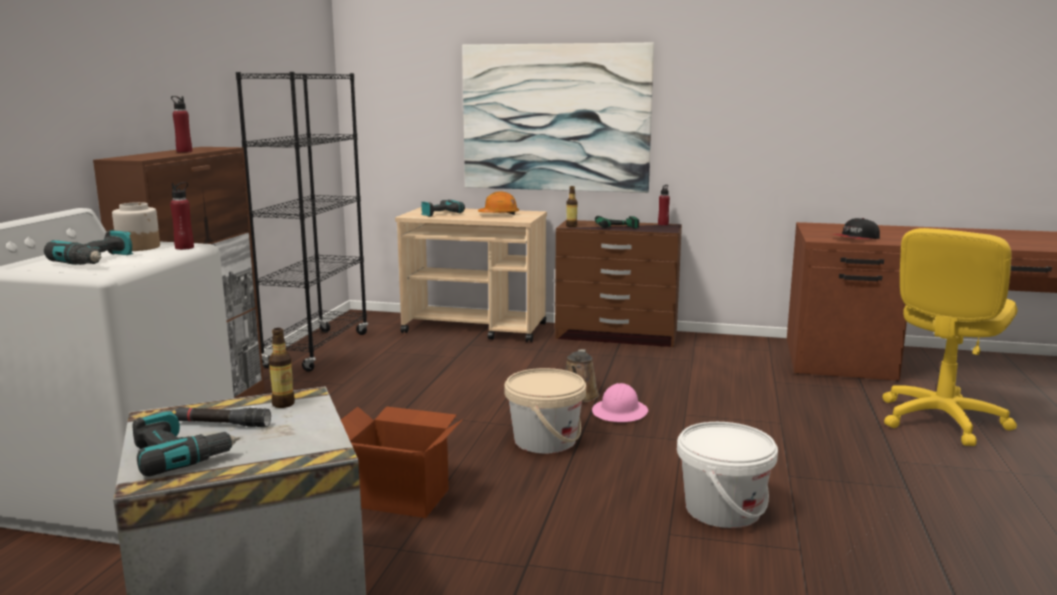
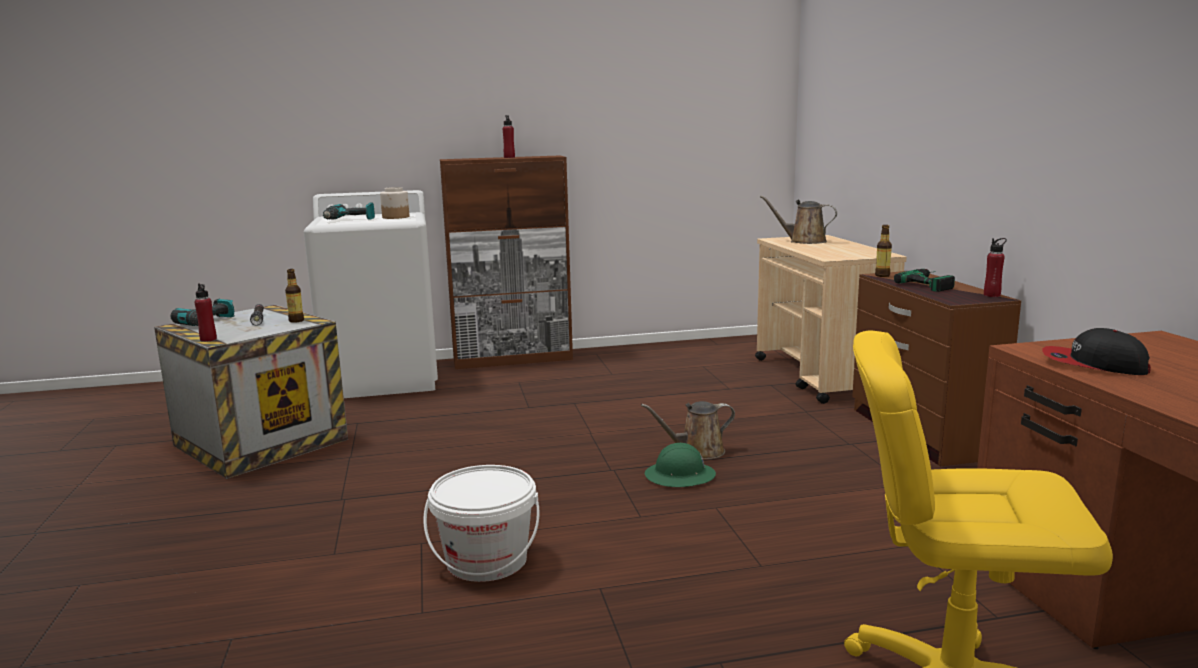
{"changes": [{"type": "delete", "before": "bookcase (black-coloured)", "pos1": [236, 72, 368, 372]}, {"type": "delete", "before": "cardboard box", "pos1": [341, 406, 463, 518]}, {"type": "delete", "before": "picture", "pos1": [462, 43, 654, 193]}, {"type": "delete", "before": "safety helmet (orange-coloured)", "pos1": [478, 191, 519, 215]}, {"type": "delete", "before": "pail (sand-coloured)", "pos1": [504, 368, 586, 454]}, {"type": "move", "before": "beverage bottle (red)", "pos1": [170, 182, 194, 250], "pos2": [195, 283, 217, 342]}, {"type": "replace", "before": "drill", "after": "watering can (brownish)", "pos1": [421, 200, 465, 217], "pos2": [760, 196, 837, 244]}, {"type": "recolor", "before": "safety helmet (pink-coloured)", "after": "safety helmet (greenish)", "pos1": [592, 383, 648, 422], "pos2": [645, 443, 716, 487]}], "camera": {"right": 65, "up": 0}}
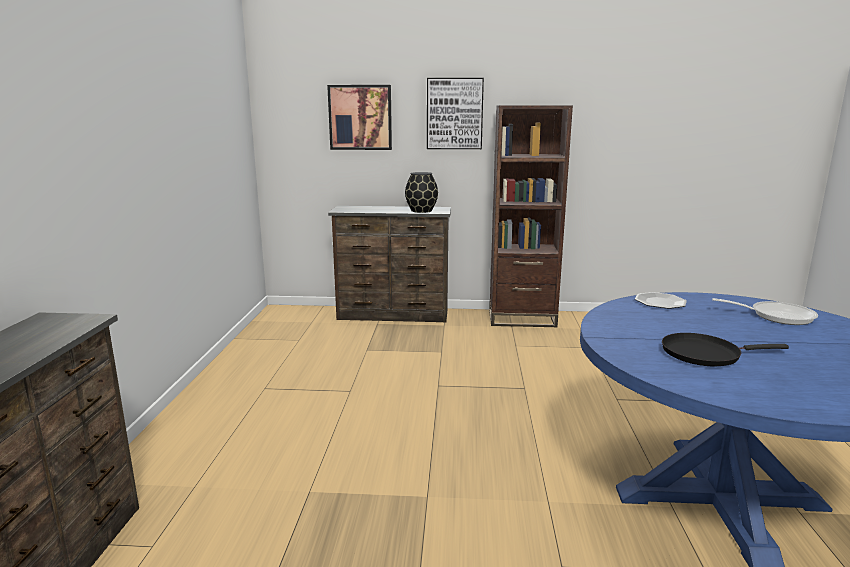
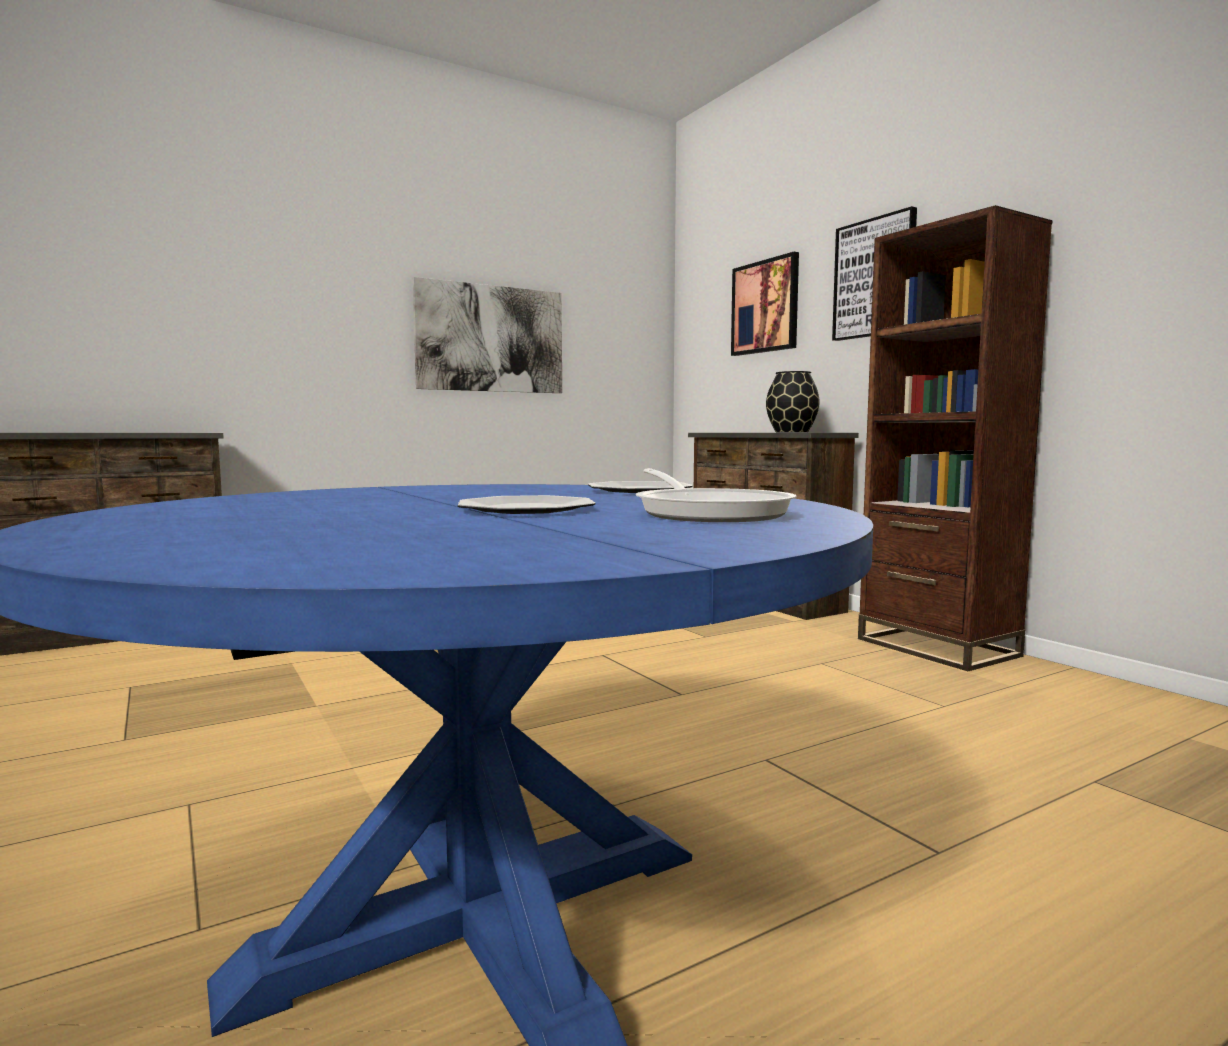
{"changes": [{"type": "delete", "before": "frying pan (black-coloured)", "pos1": [662, 333, 789, 366]}, {"type": "insert", "after": "picture", "pos2": [413, 277, 562, 393]}, {"type": "insert", "after": "plate", "pos2": [458, 495, 595, 514]}], "camera": {"right": 55, "up": -10}}
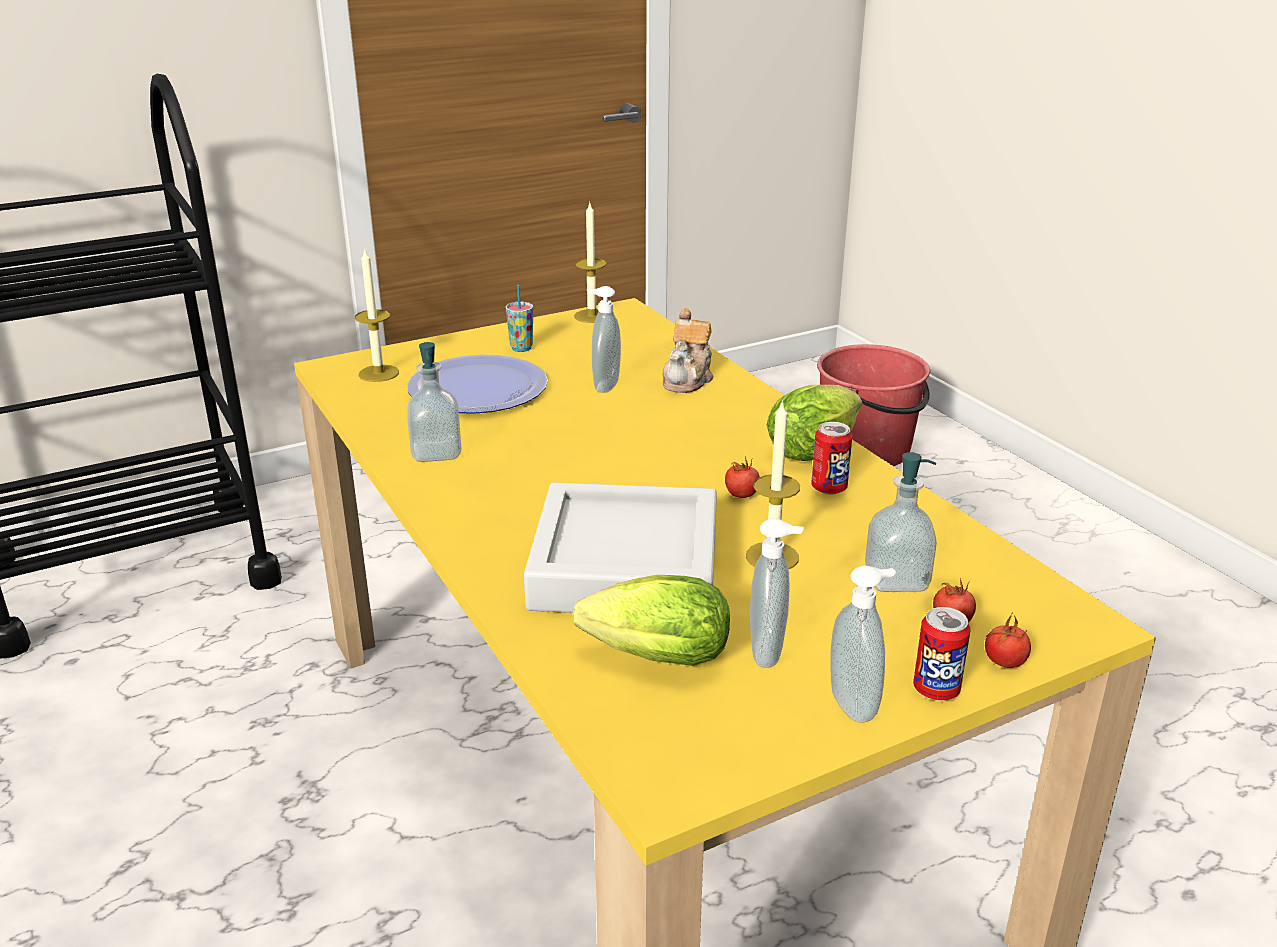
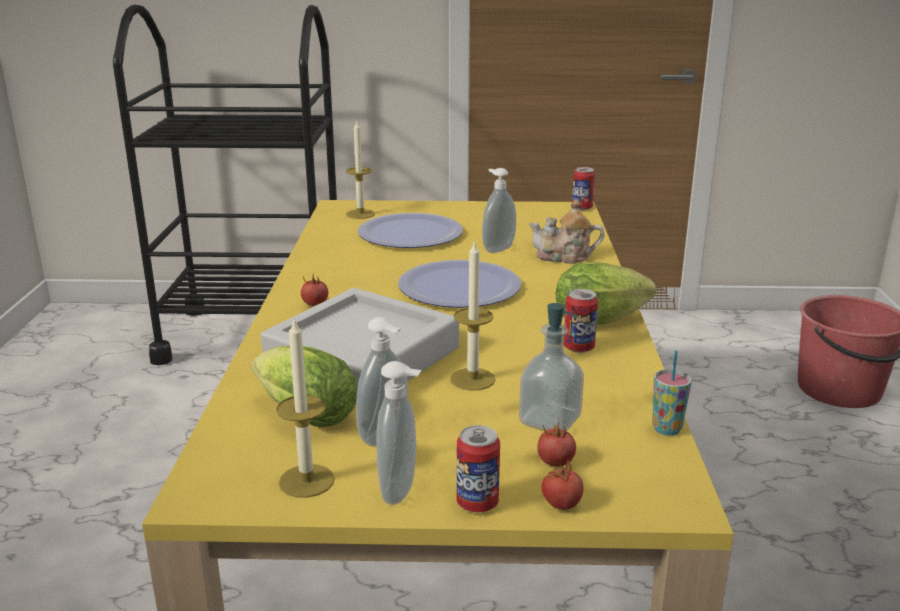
{"changes": [{"type": "delete", "before": "liquid soap bottle", "pos1": [408, 342, 462, 462]}, {"type": "insert", "after": "plate", "pos2": [398, 260, 522, 308]}, {"type": "insert", "after": "sealed can", "pos2": [572, 167, 595, 210]}, {"type": "move", "before": "drinking cup", "pos1": [506, 285, 533, 352], "pos2": [652, 350, 692, 436]}, {"type": "move", "before": "wax light", "pos1": [574, 203, 607, 323], "pos2": [276, 318, 335, 498]}, {"type": "move", "before": "fresh tomato", "pos1": [725, 457, 760, 498], "pos2": [301, 273, 328, 306]}, {"type": "rotate", "before": "tea pot", "pos1": [663, 308, 714, 393], "pos2": [529, 199, 604, 264], "turn": 45}], "camera": {"right": 30, "up": -5}}
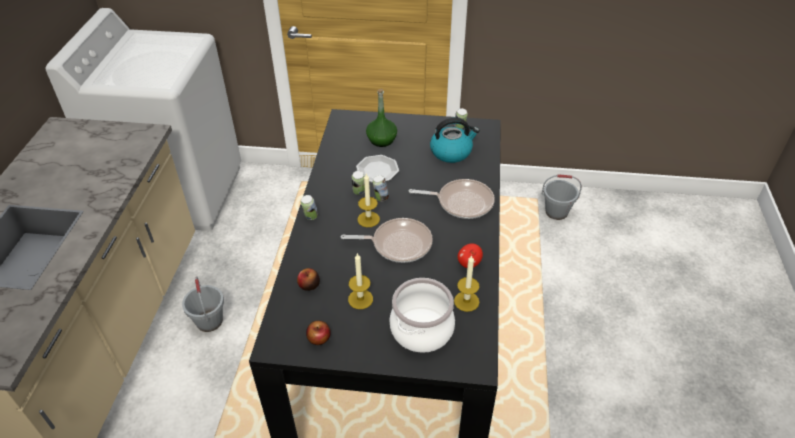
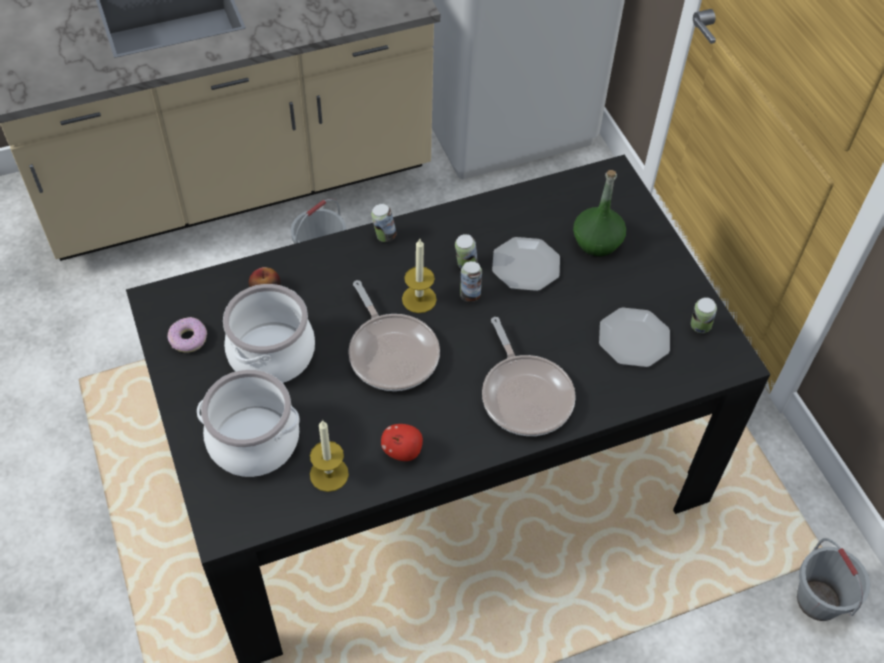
{"changes": [{"type": "replace", "before": "apple", "after": "ring doughnut", "pos1": [306, 321, 331, 345], "pos2": [168, 317, 207, 353]}, {"type": "replace", "before": "wax light", "after": "stockpot", "pos1": [348, 253, 373, 309], "pos2": [223, 284, 315, 383]}, {"type": "replace", "before": "tea kettle", "after": "plate", "pos1": [430, 118, 480, 163], "pos2": [599, 308, 670, 367]}], "camera": {"right": 60, "up": 10}}
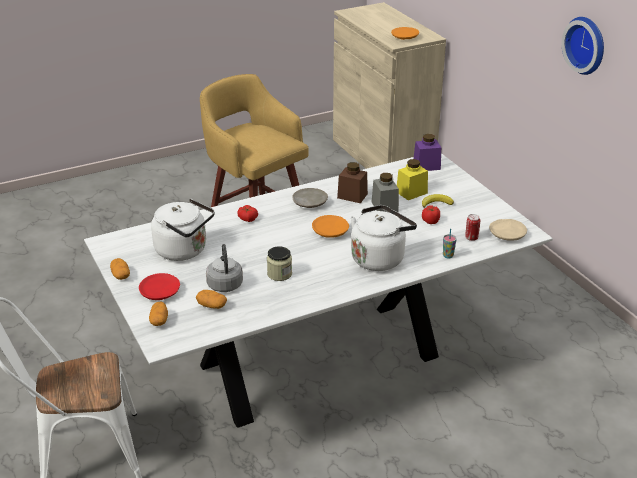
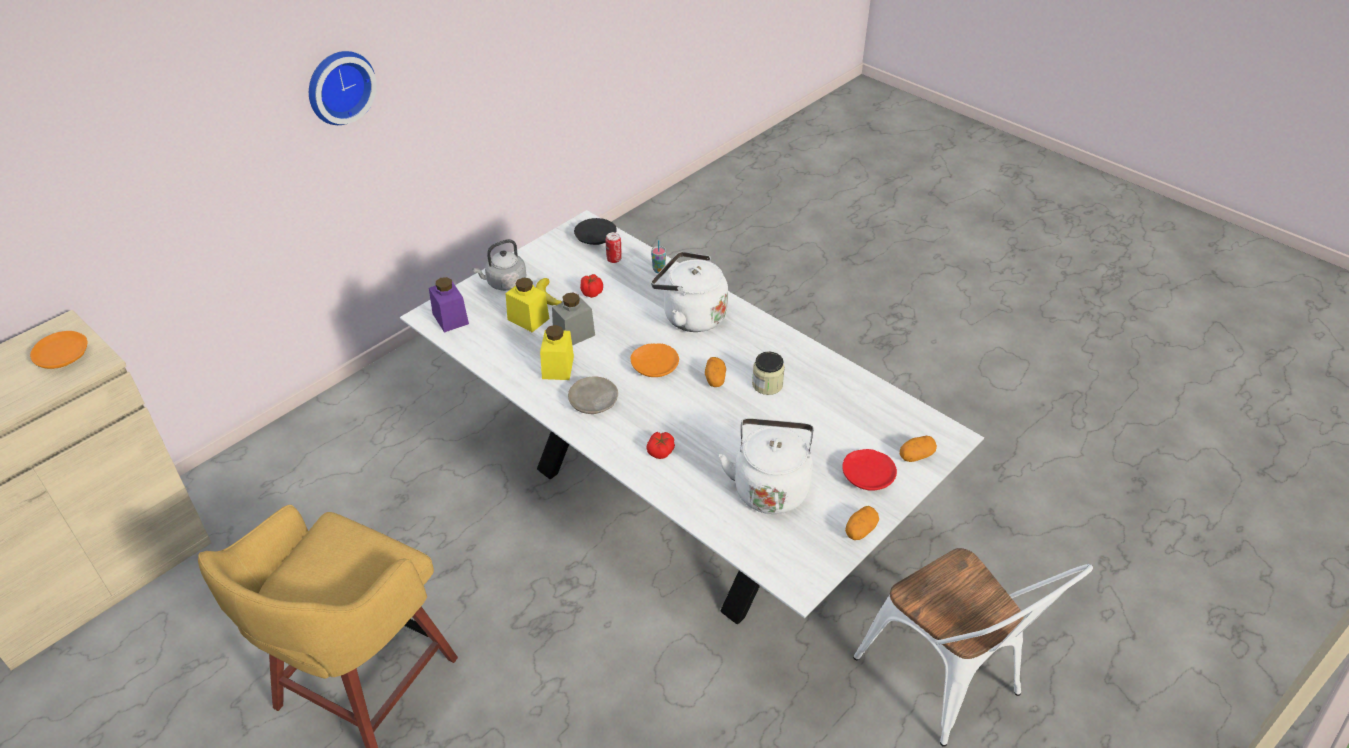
{"changes": [{"type": "move", "before": "whole potato", "pos1": [196, 290, 227, 309], "pos2": [705, 357, 726, 387]}, {"type": "move", "before": "tea kettle (gray)", "pos1": [206, 244, 243, 292], "pos2": [473, 239, 526, 291]}, {"type": "recolor", "before": "storage jar (brownish)", "after": "storage jar (yellow)", "pos1": [337, 162, 368, 203], "pos2": [540, 325, 574, 380]}, {"type": "recolor", "before": "plate (sand-coloured)", "after": "plate (black-coloured)", "pos1": [489, 219, 527, 241], "pos2": [574, 218, 617, 245]}], "camera": {"right": -110, "up": 10}}
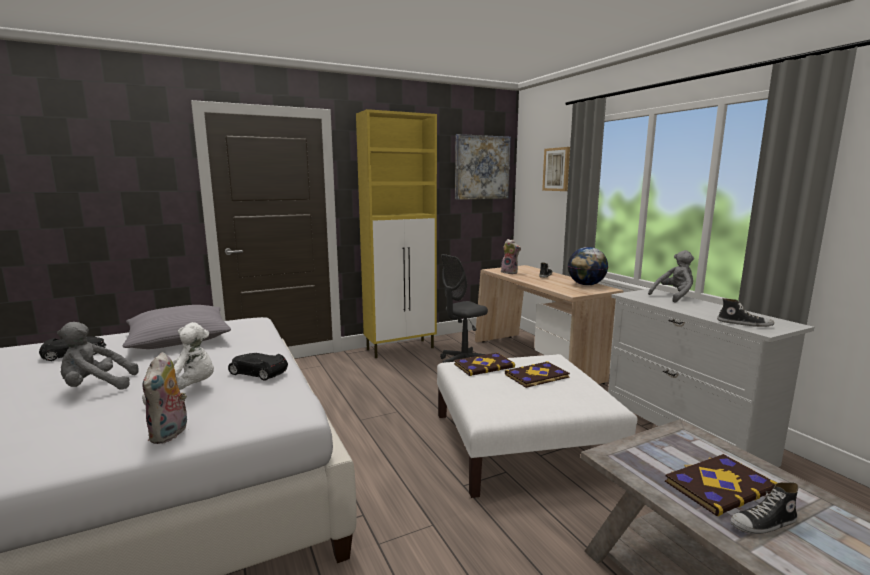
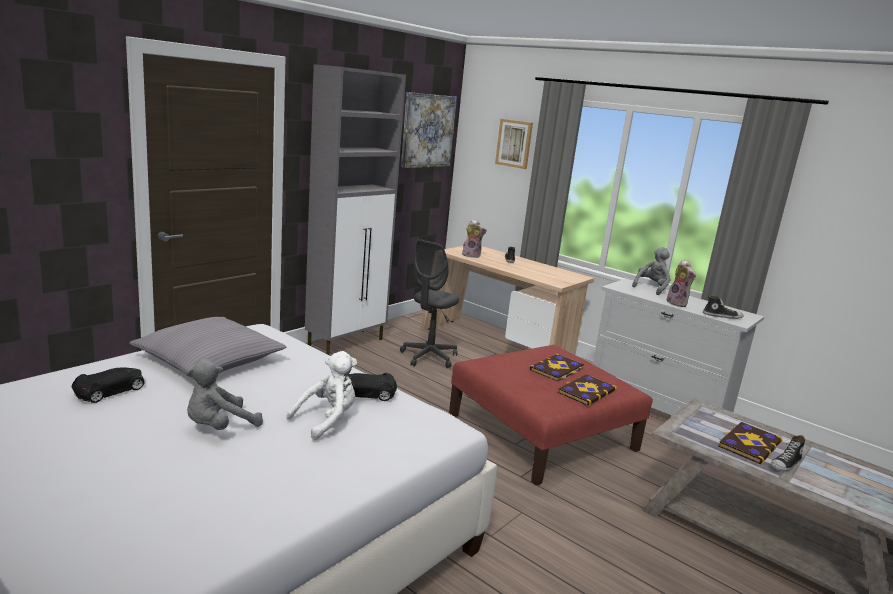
{"changes": [{"type": "delete", "before": "globe", "pos1": [568, 247, 608, 286]}, {"type": "move", "before": "soft toy", "pos1": [142, 352, 187, 444], "pos2": [667, 260, 696, 307]}, {"type": "move", "before": "bound book", "pos1": [454, 353, 515, 376], "pos2": [558, 374, 617, 406]}, {"type": "recolor", "before": "cabinet (yellow)", "after": "cabinet (gray)", "pos1": [356, 109, 437, 358], "pos2": [305, 64, 406, 356]}, {"type": "recolor", "before": "footrest (white-coloured)", "after": "footrest (red)", "pos1": [437, 354, 638, 498], "pos2": [449, 345, 653, 485]}], "camera": {"right": -25, "up": 5}}
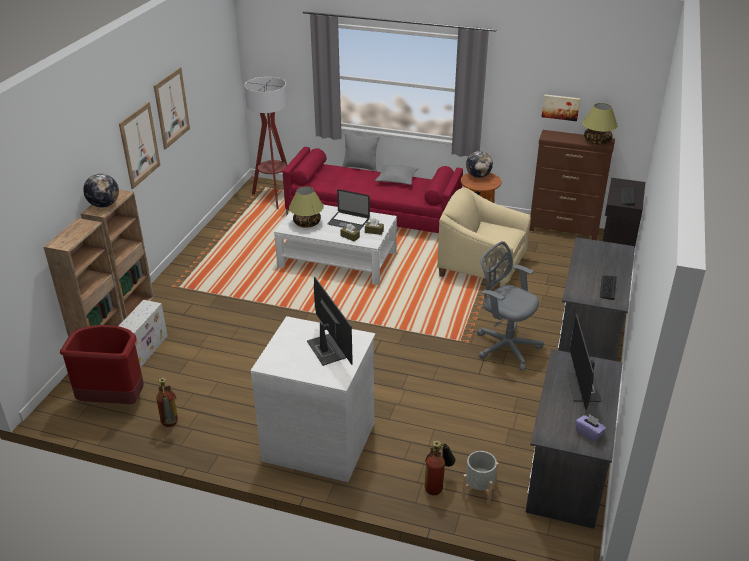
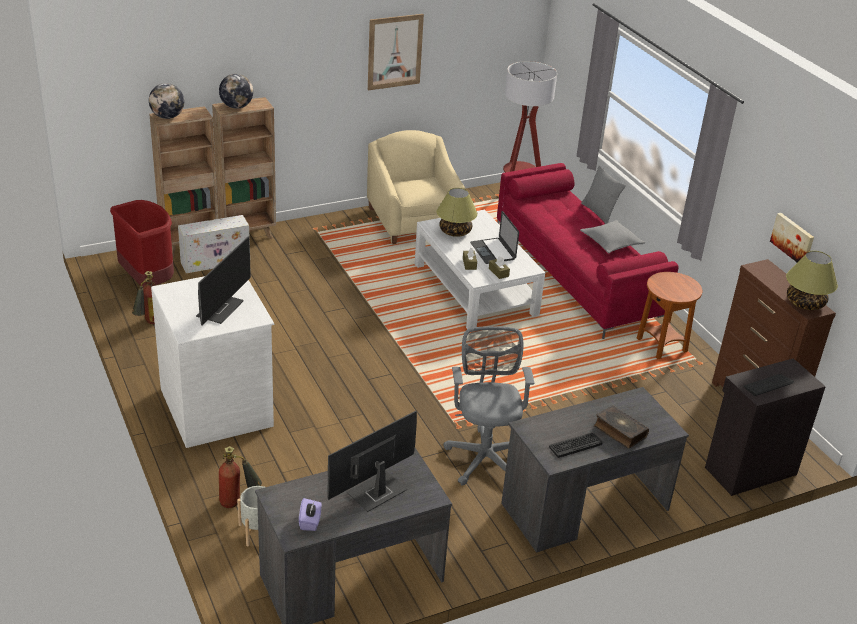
{"changes": [{"type": "delete", "before": "picture", "pos1": [119, 102, 160, 189]}, {"type": "insert", "after": "bound book", "pos2": [594, 405, 649, 449]}, {"type": "move", "before": "easy chair (sand-coloured)", "pos1": [437, 187, 531, 287], "pos2": [367, 130, 466, 244]}, {"type": "move", "before": "globe", "pos1": [466, 151, 493, 178], "pos2": [149, 83, 184, 119]}], "camera": {"right": 45, "up": 0}}
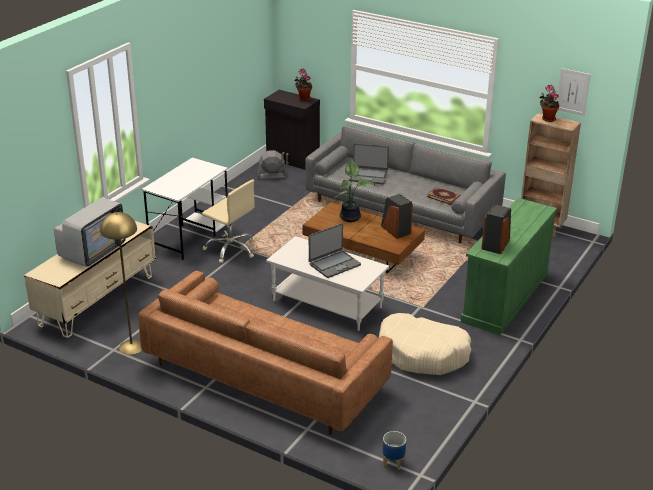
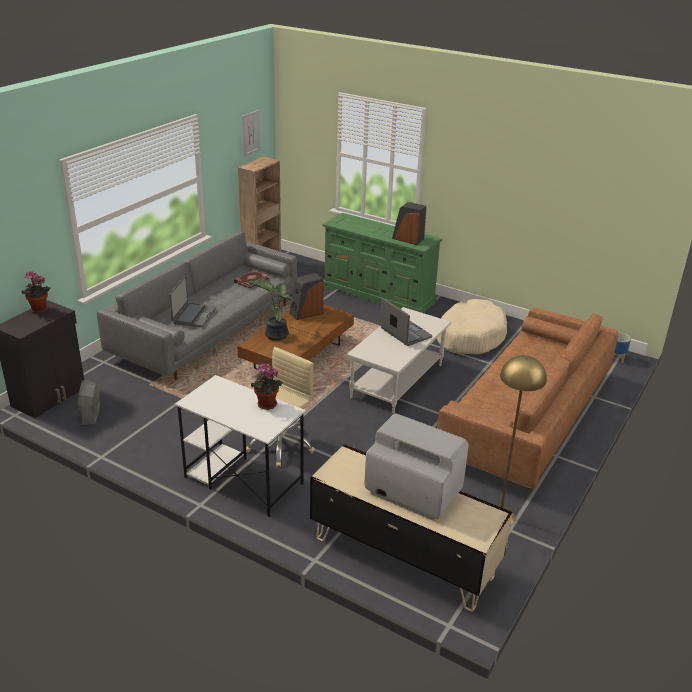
{"changes": [{"type": "move", "before": "potted plant", "pos1": [539, 85, 560, 122], "pos2": [251, 363, 283, 410]}], "camera": {"right": -90, "up": 0}}
